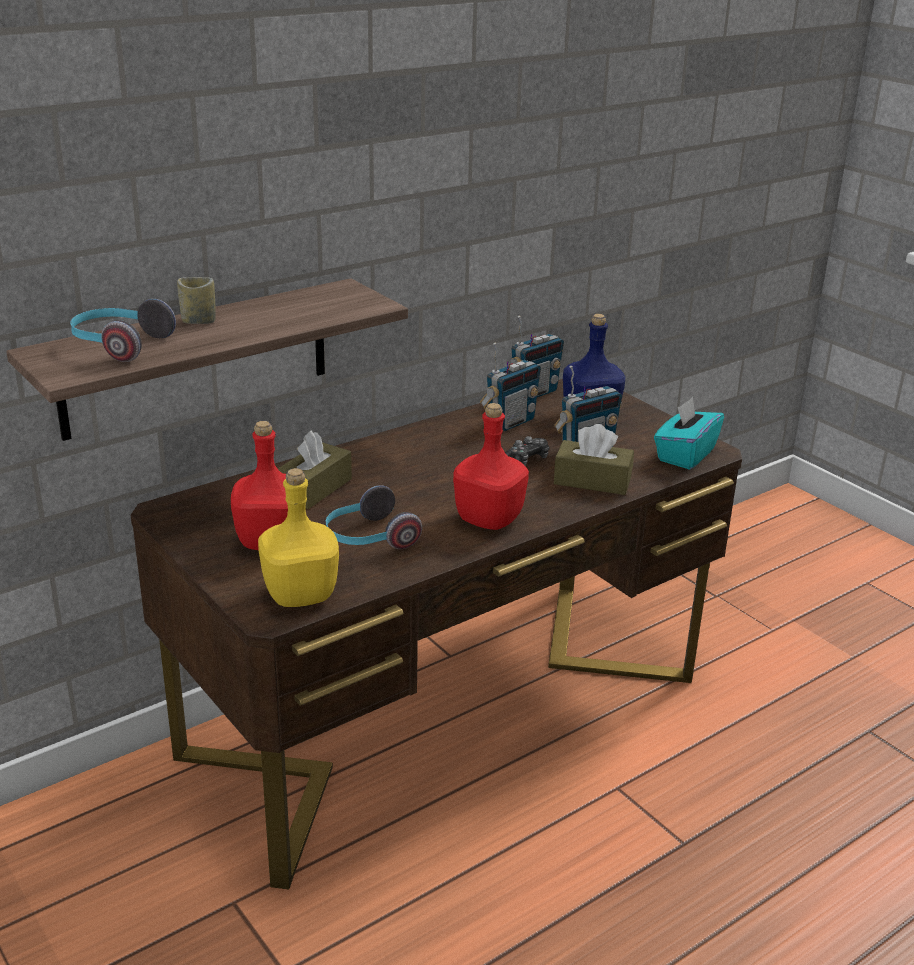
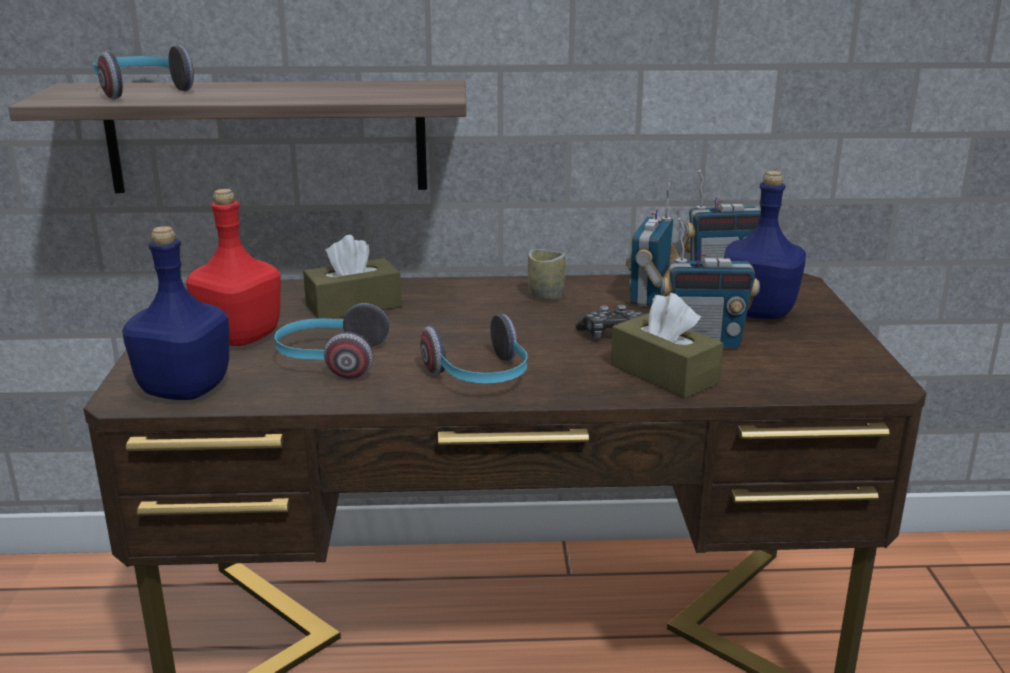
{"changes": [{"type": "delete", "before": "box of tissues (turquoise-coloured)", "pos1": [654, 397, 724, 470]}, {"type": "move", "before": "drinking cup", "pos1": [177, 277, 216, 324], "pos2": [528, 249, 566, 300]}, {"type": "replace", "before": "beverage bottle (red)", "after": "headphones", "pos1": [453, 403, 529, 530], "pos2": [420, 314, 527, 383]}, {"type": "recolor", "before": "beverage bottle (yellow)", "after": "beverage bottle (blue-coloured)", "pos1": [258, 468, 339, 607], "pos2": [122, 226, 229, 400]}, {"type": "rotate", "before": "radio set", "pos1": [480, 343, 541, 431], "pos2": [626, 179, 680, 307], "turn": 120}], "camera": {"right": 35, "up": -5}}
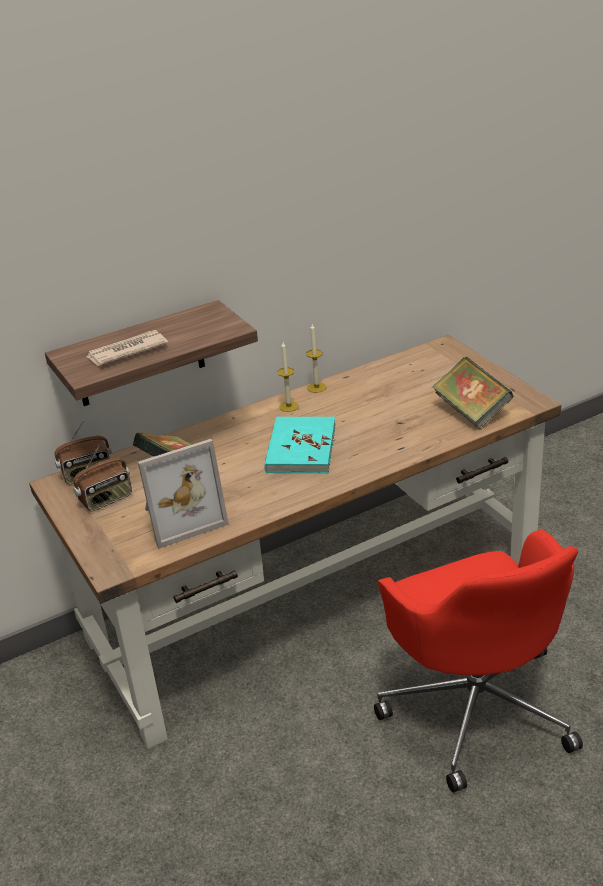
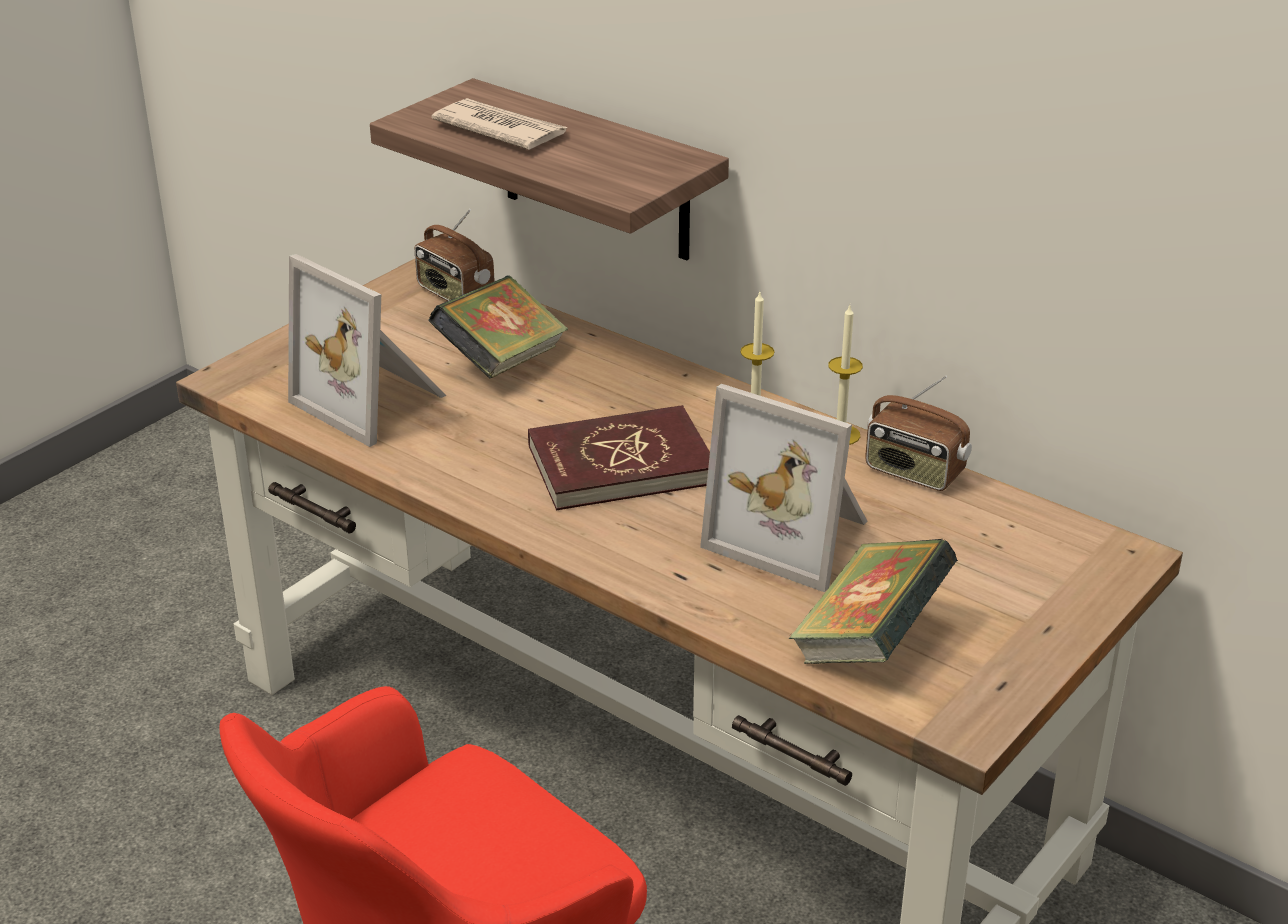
{"changes": [{"type": "insert", "after": "picture frame", "pos2": [700, 384, 868, 592]}, {"type": "move", "before": "radio set", "pos1": [73, 444, 132, 512], "pos2": [865, 375, 972, 491]}, {"type": "recolor", "before": "bound book (turquoise-coloured)", "after": "bound book (red)", "pos1": [264, 417, 336, 473], "pos2": [528, 405, 710, 511]}], "camera": {"right": 65, "up": 0}}
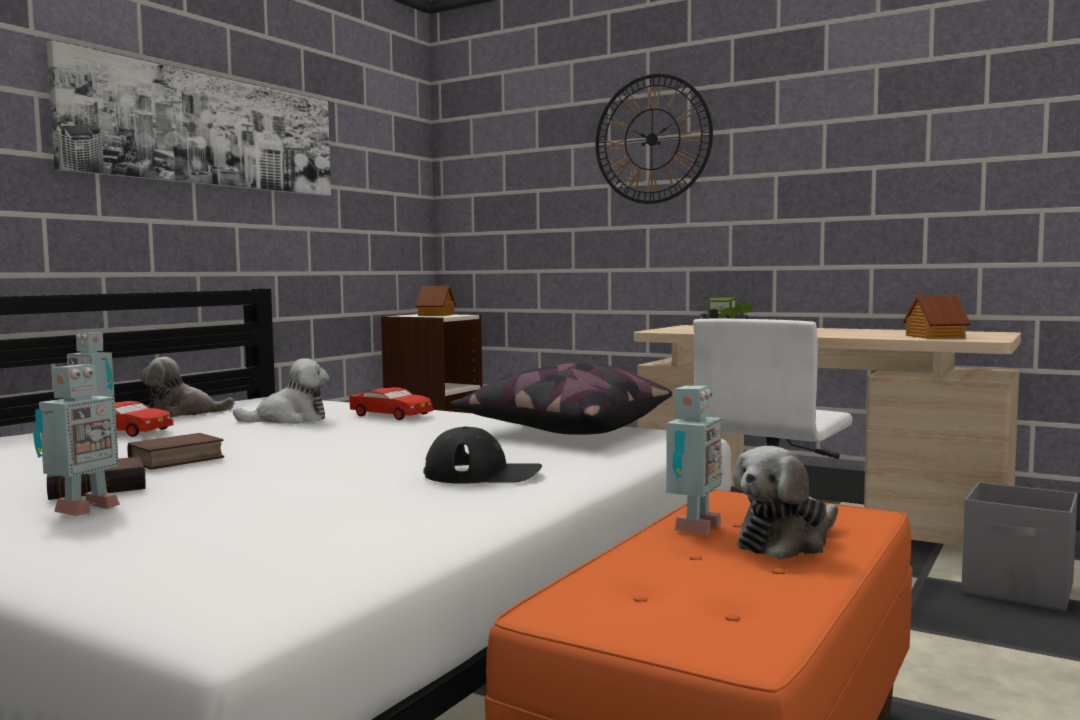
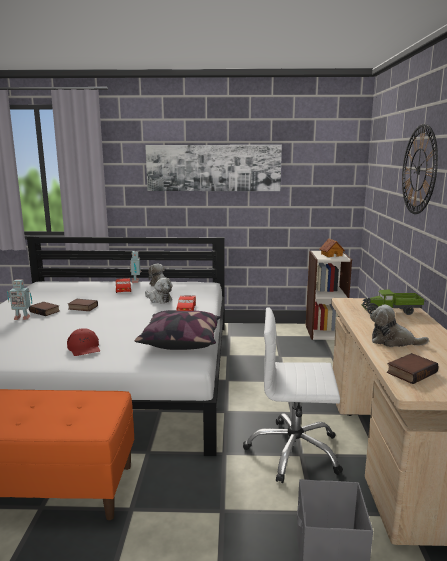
{"changes": [{"type": "delete", "before": "toy robot", "pos1": [666, 386, 724, 535]}, {"type": "move", "before": "soft toy", "pos1": [733, 446, 838, 559], "pos2": [370, 304, 429, 347]}, {"type": "replace", "before": "toy house", "after": "bound book", "pos1": [903, 295, 971, 339], "pos2": [387, 353, 439, 384]}, {"type": "recolor", "before": "peaked cap (black-coloured)", "after": "peaked cap (red)", "pos1": [424, 426, 542, 484], "pos2": [67, 328, 100, 356]}], "camera": {"right": 60, "up": 10}}
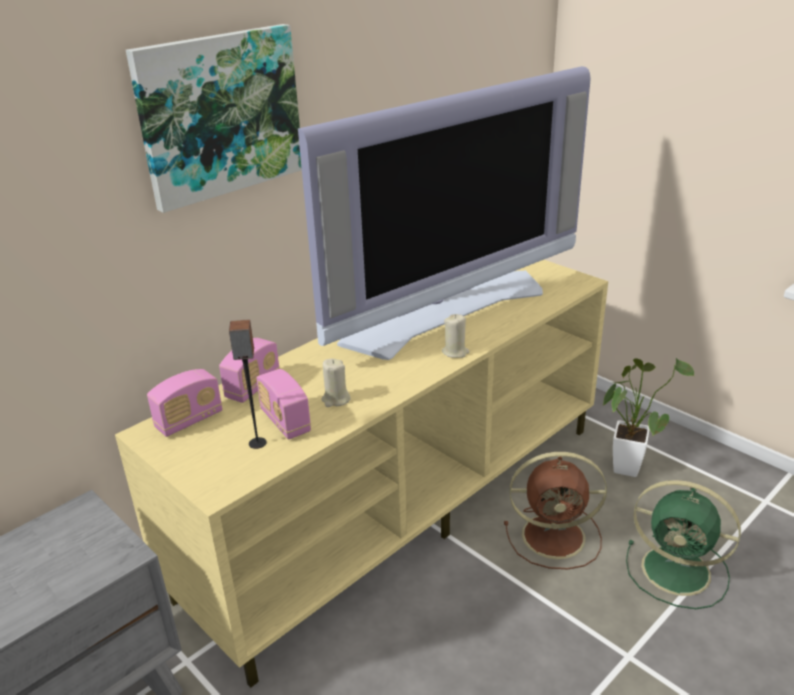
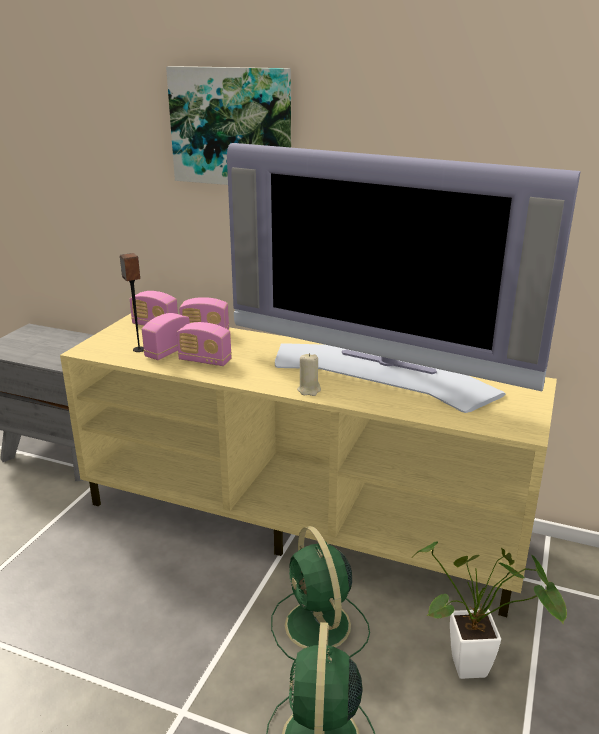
{"changes": [{"type": "replace", "before": "wax light (sand-coloured)", "after": "radio set", "pos1": [322, 359, 351, 407], "pos2": [177, 322, 232, 366]}, {"type": "recolor", "before": "cooling fan (brownish)", "after": "cooling fan (greenish)", "pos1": [504, 452, 607, 569], "pos2": [271, 526, 370, 660]}], "camera": {"right": 65, "up": -5}}
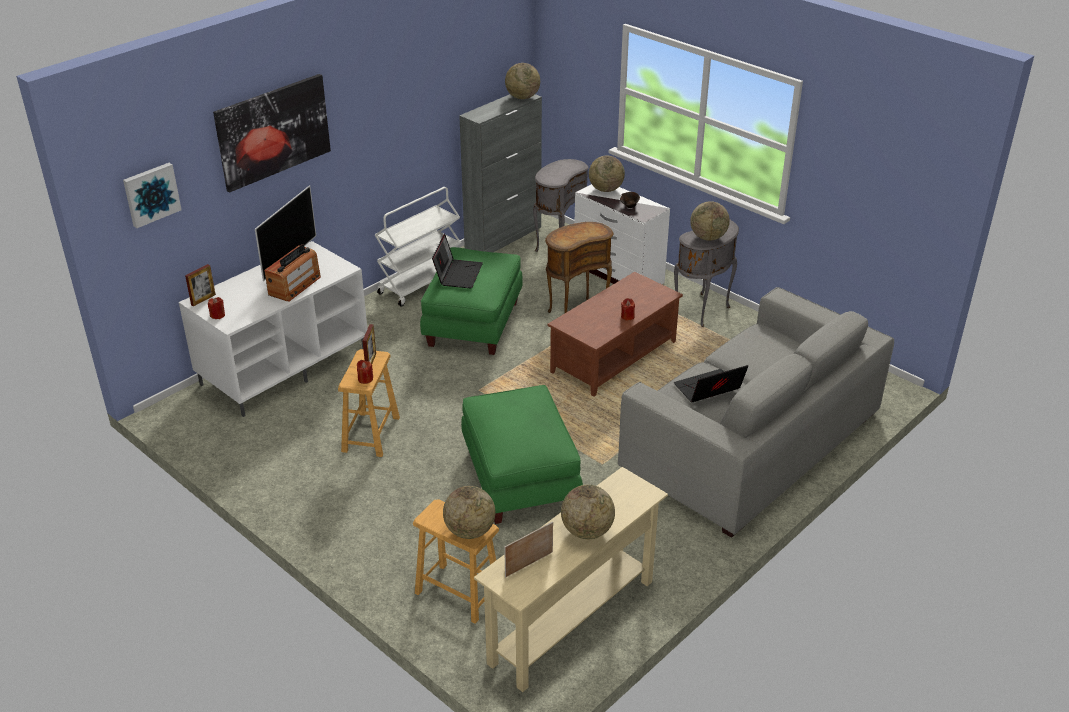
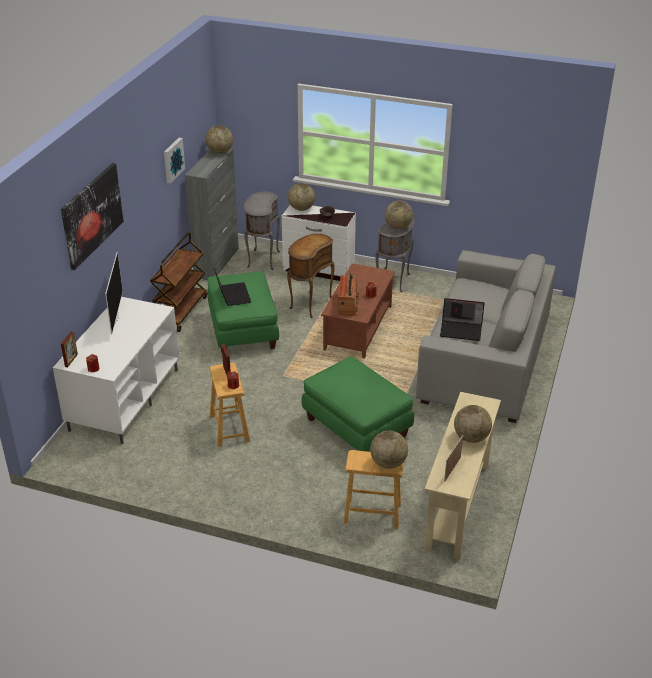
{"changes": [{"type": "move", "before": "picture", "pos1": [123, 163, 182, 228], "pos2": [164, 138, 185, 183]}, {"type": "move", "before": "radio set", "pos1": [264, 244, 321, 301], "pos2": [338, 273, 358, 316]}, {"type": "recolor", "before": "wheeled cart (white-coloured)", "after": "wheeled cart (brownish)", "pos1": [375, 187, 461, 307], "pos2": [150, 232, 207, 332]}, {"type": "rotate", "before": "portable computer", "pos1": [674, 365, 748, 402], "pos2": [440, 298, 484, 341], "turn": -120}], "camera": {"right": -25, "up": 0}}
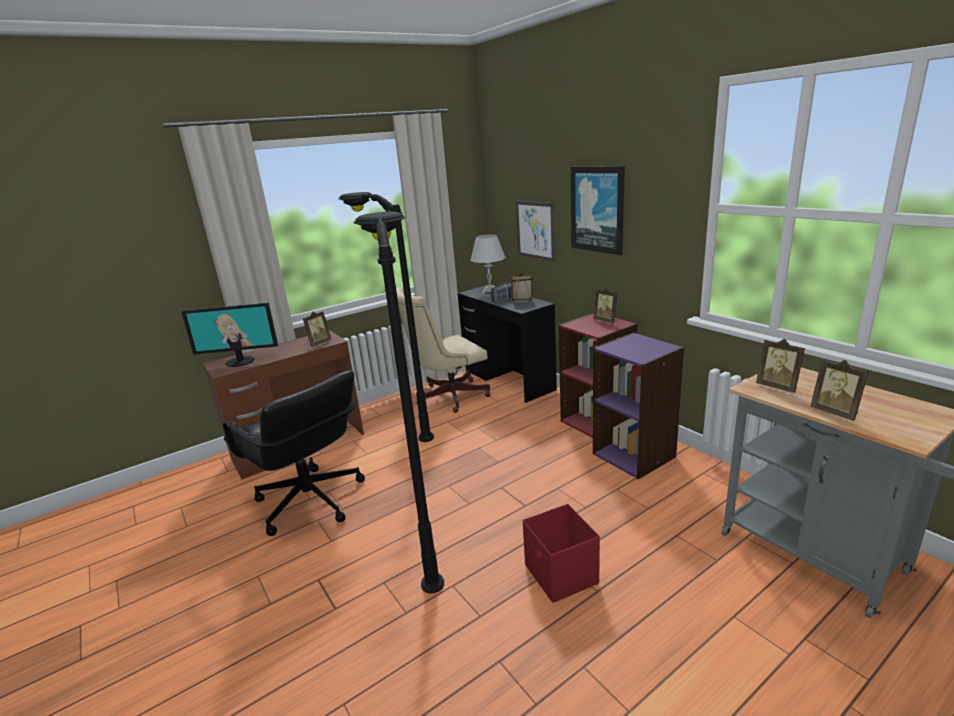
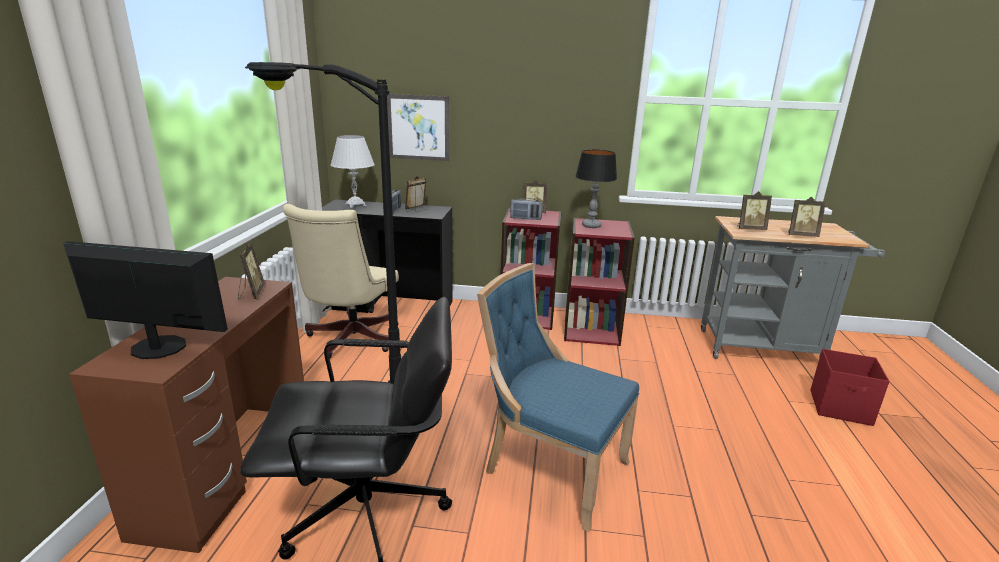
{"changes": [{"type": "delete", "before": "picture", "pos1": [571, 166, 625, 255]}, {"type": "insert", "after": "radio set", "pos2": [510, 198, 543, 220]}, {"type": "insert", "after": "table lamp", "pos2": [575, 150, 617, 228]}, {"type": "move", "before": "storage bin (red)", "pos1": [523, 504, 600, 603], "pos2": [811, 349, 890, 426]}, {"type": "replace", "before": "floor lamp (black-coloured)", "after": "chair (blue-coloured)", "pos1": [354, 212, 444, 594], "pos2": [477, 263, 639, 532]}, {"type": "recolor", "before": "bookcase (purple-coloured)", "after": "bookcase (red)", "pos1": [593, 332, 684, 479], "pos2": [564, 218, 635, 346]}, {"type": "rotate", "before": "computer screen", "pos1": [181, 302, 278, 367], "pos2": [63, 241, 228, 359], "turn": -120}], "camera": {"right": -50, "up": 0}}
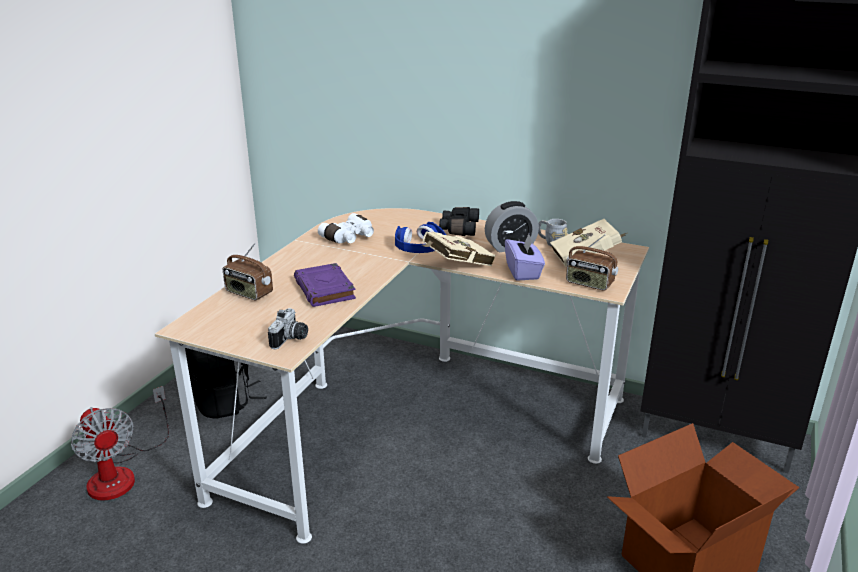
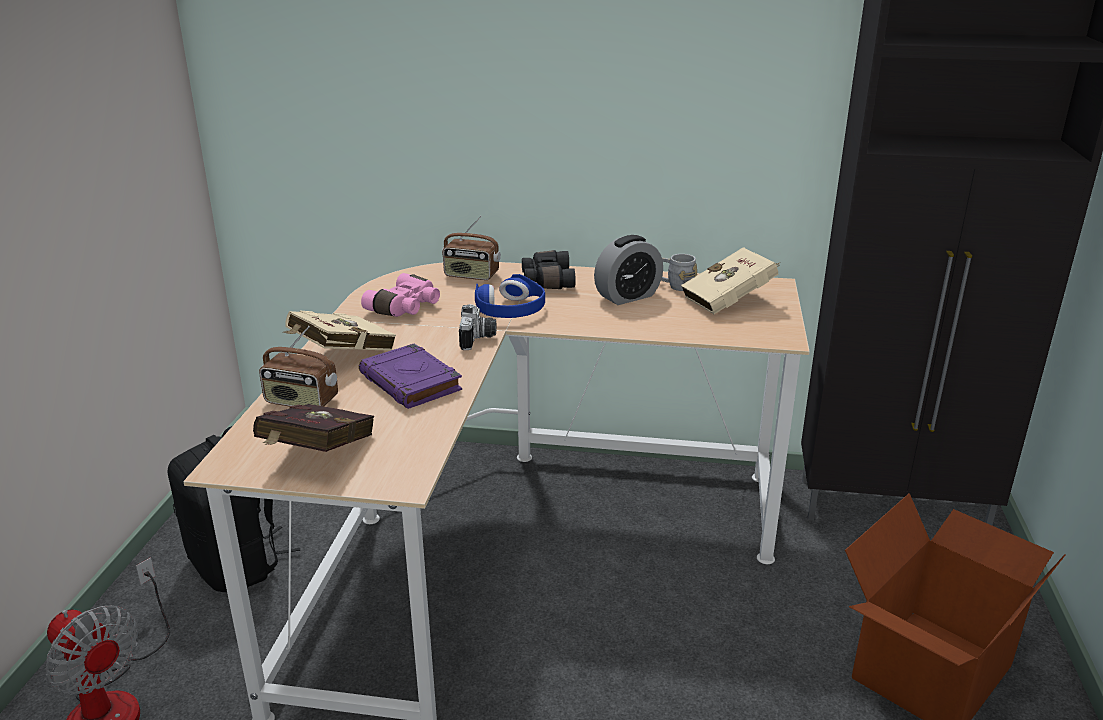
{"changes": [{"type": "delete", "before": "box of tissues (purple-coloured)", "pos1": [505, 234, 545, 281]}, {"type": "insert", "after": "bound book (red)", "pos2": [253, 404, 374, 452]}, {"type": "move", "before": "still camera", "pos1": [268, 308, 308, 349], "pos2": [459, 304, 496, 350]}, {"type": "move", "before": "bound book (sand-coloured)", "pos1": [421, 232, 496, 266], "pos2": [283, 311, 396, 351]}, {"type": "move", "before": "radio set", "pos1": [566, 234, 618, 291], "pos2": [442, 216, 501, 280]}, {"type": "recolor", "before": "field glasses (white-coloured)", "after": "field glasses (pink-coloured)", "pos1": [318, 213, 374, 243], "pos2": [361, 273, 440, 317]}], "camera": {"right": -15, "up": 0}}
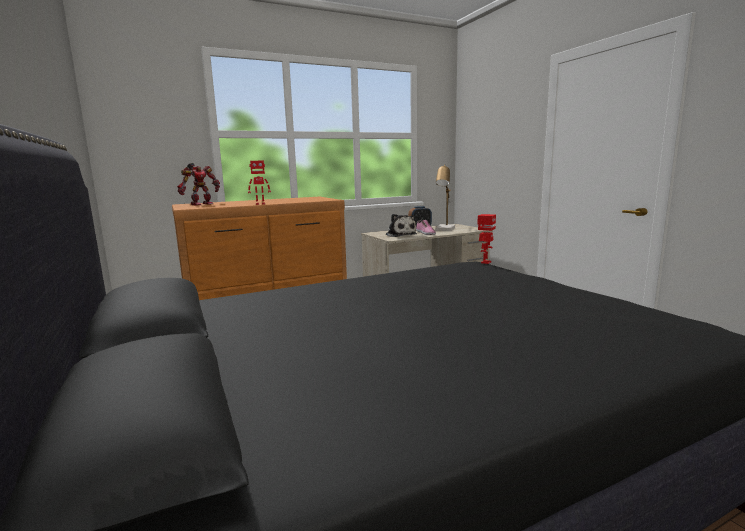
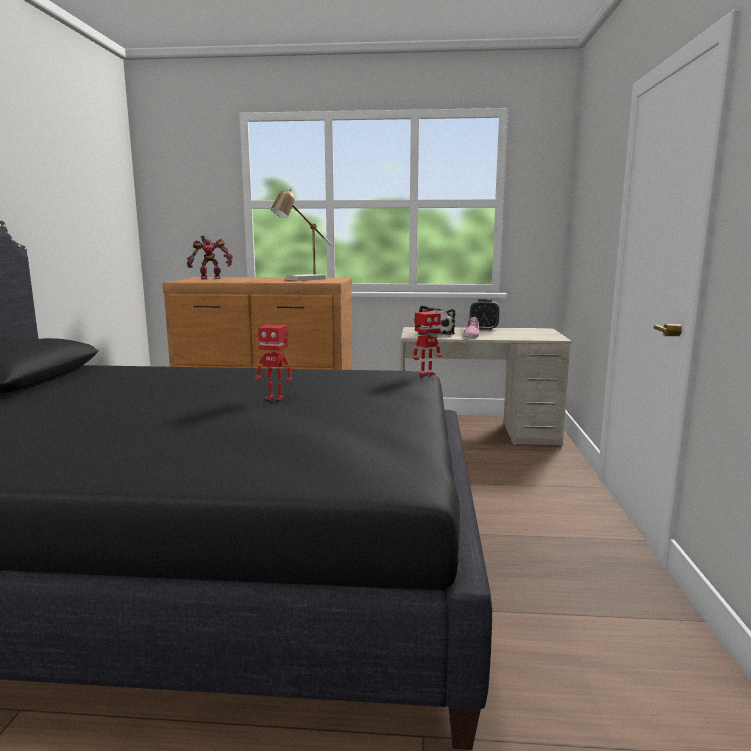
{"changes": [{"type": "move", "before": "toy robot", "pos1": [248, 160, 271, 205], "pos2": [255, 324, 292, 401]}, {"type": "move", "before": "table lamp", "pos1": [436, 164, 455, 231], "pos2": [271, 188, 332, 281]}], "camera": {"right": 30, "up": 0}}
